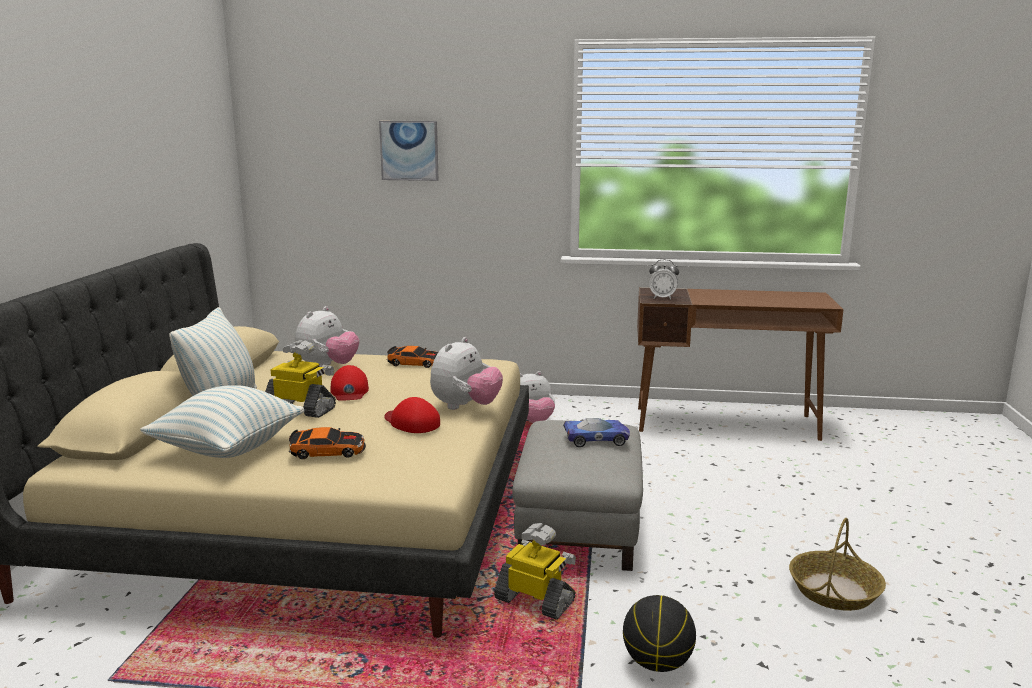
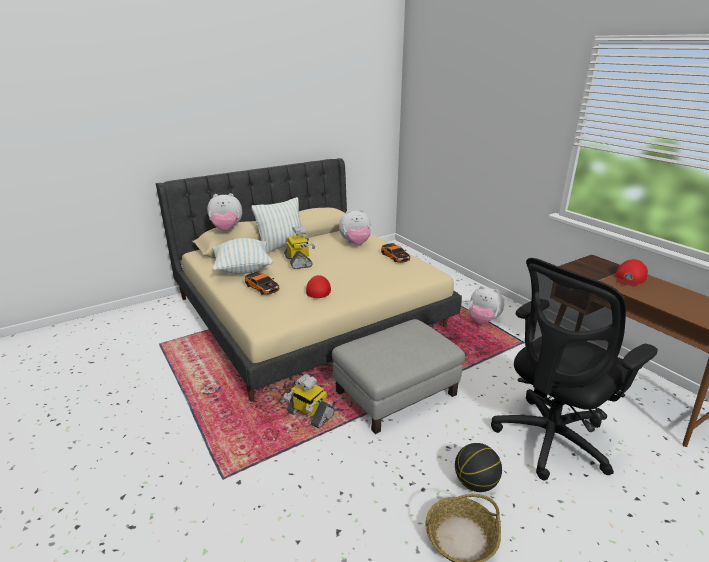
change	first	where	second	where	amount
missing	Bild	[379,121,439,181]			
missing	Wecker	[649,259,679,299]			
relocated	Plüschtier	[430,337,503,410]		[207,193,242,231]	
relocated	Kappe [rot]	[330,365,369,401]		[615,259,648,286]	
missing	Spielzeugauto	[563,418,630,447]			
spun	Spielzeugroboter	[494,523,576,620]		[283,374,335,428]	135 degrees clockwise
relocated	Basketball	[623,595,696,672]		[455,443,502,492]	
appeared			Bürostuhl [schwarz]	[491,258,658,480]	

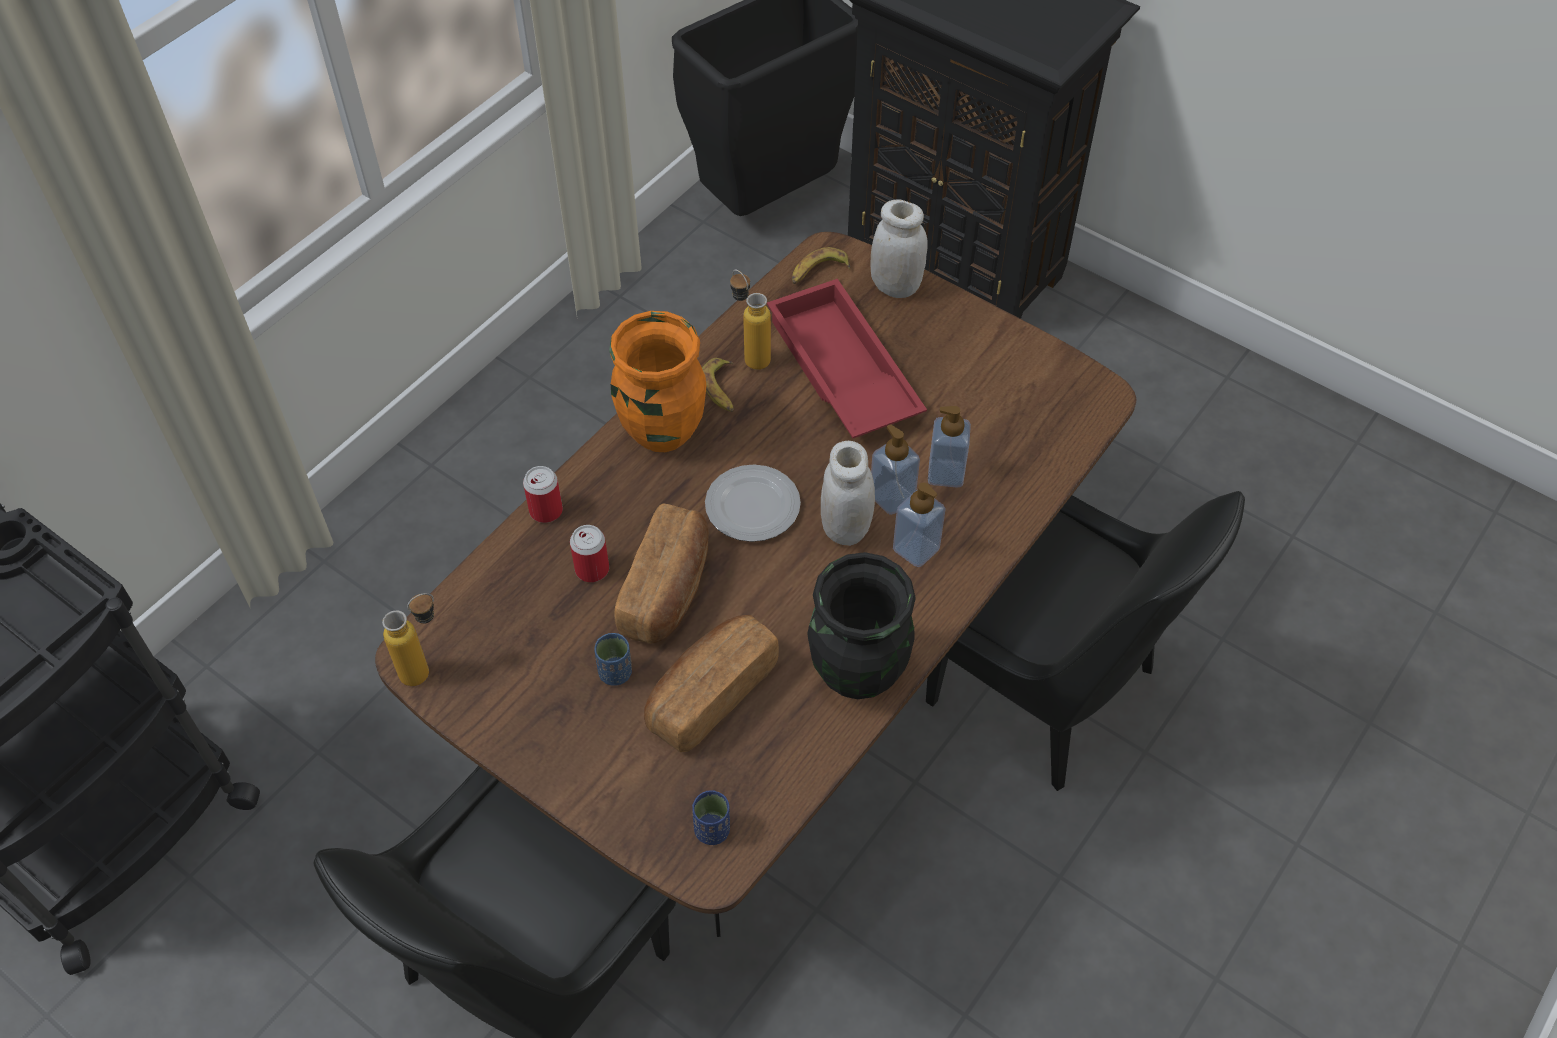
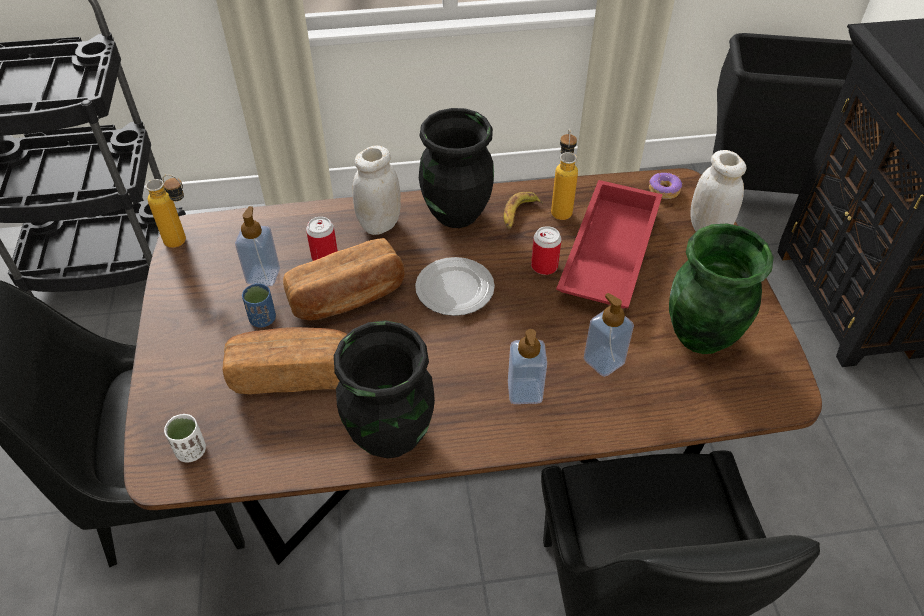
change	first	where	second	where	amount
exchanged	Banane	[792,247,851,284]	Donut	[649,172,682,199]	
colour	Vase [orange]	[609,311,706,452]	Vase [schwarz]	[419,108,494,228]	
relocated	Seifenspender	[871,424,920,515]		[235,206,280,286]	
relocated	Vorratsglas [weiß]	[821,441,875,546]		[353,146,401,235]	
relocated	Dose	[523,466,563,523]		[531,226,562,275]	
colour	Tasse [blau]	[692,790,730,845]	Tasse [weiß]	[164,414,206,462]	
appeared			Vase [grün]	[669,224,774,354]	

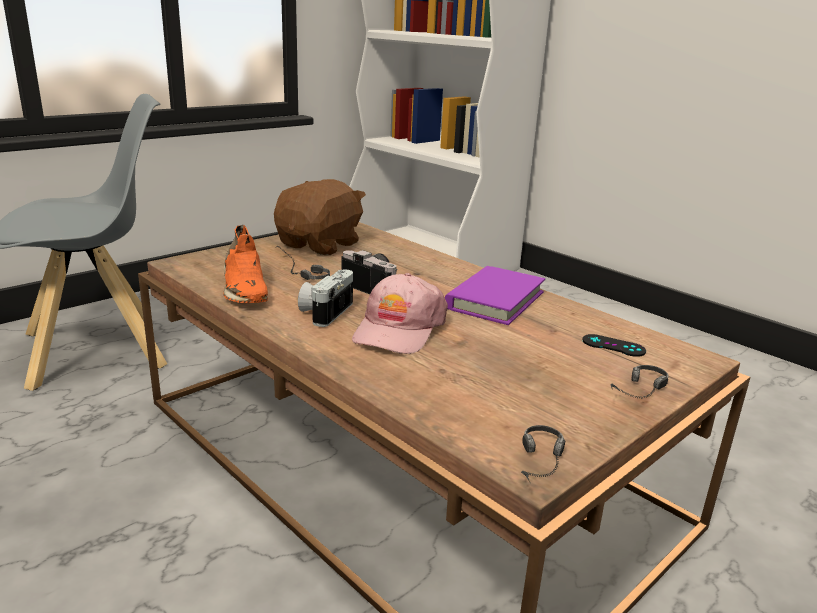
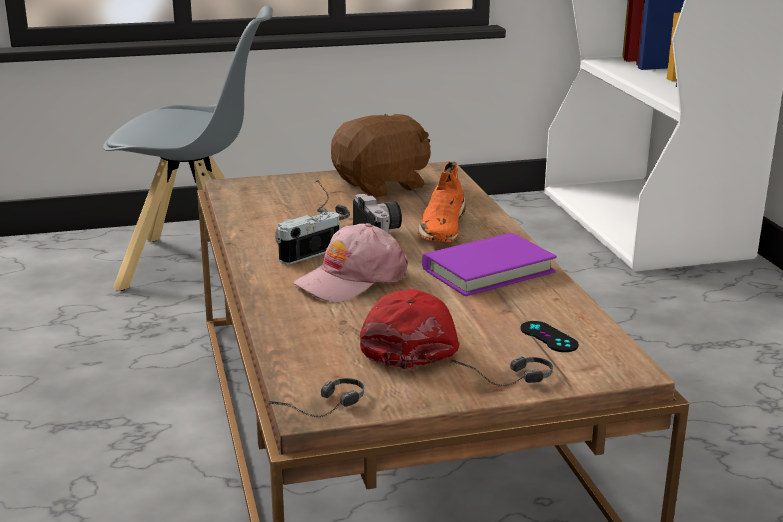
change	first	where	second	where	amount
relocated	Schuh [orange]	[224,225,268,303]		[417,162,466,242]	
appeared			Kappe [rot]	[360,289,459,370]	

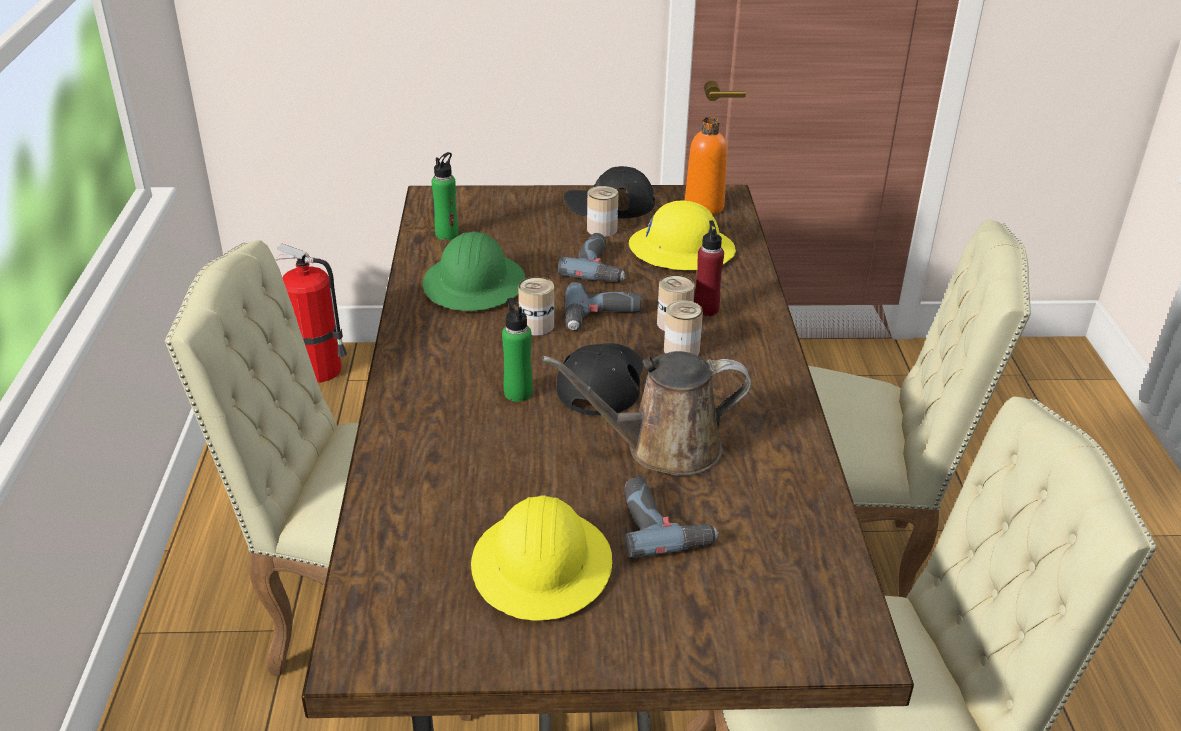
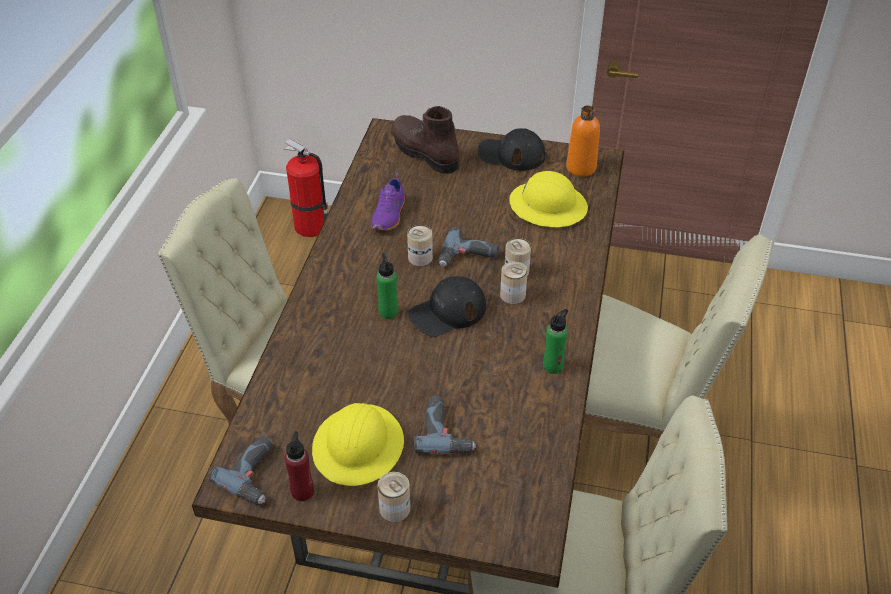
change	first	where	second	where	amount
relocated	Flasche [grün]	[432,152,458,240]		[543,309,568,374]	
relocated	Dose	[587,186,619,237]		[377,472,411,522]	
relocated	Flasche [rot]	[694,220,724,316]		[284,431,314,501]	
exchanged	Schutzhelm [grün]	[423,232,525,311]	Schuh [lila]	[371,173,405,230]	
relocated	Bohrmaschine	[558,233,626,283]		[209,436,272,505]	
spun	Kappe [schwarz]	[557,343,643,416]		[408,276,486,337]	150 degrees counterclockwise
missing	Gießkanne [braun]	[542,351,751,476]			
appeared			Stiefel [braun]	[392,106,459,174]	

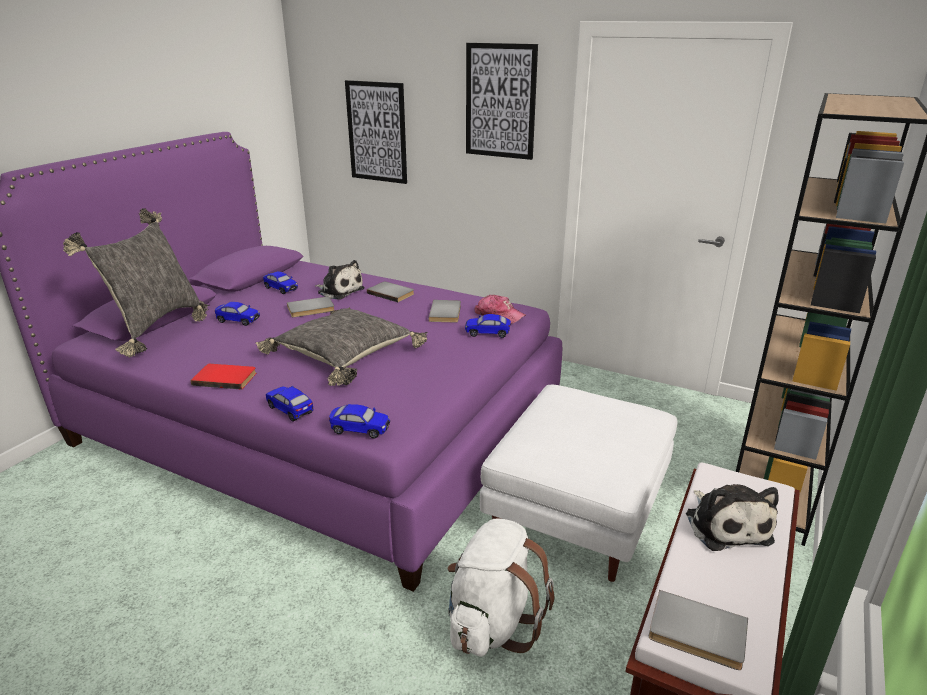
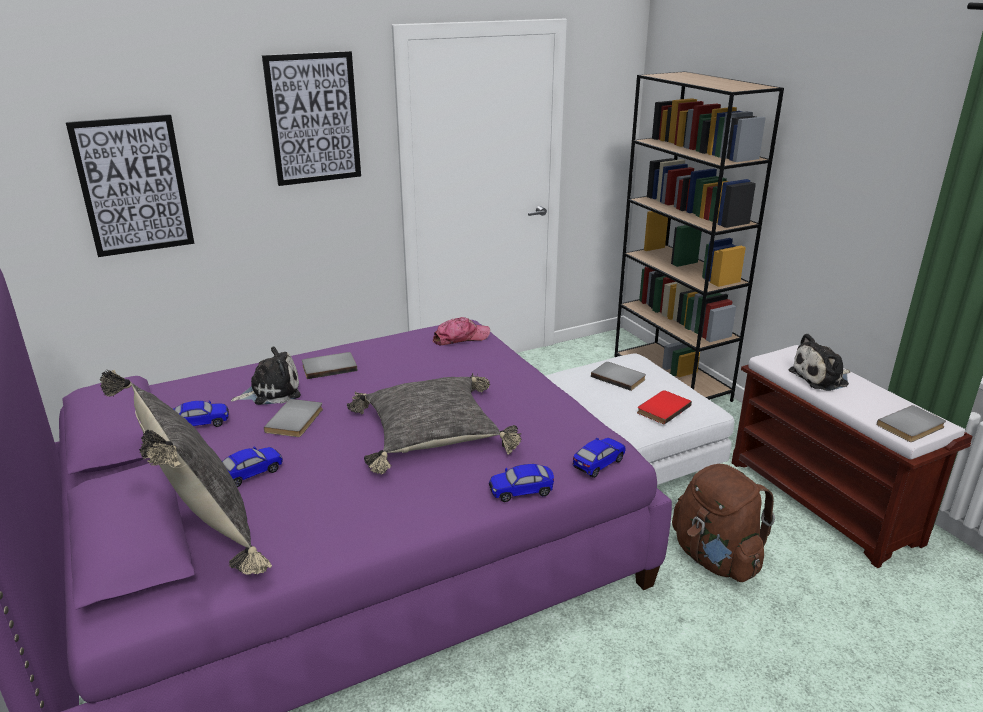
change	first	where	second	where	amount
relocated	Buch [grau]	[428,300,461,323]		[591,362,646,391]	
missing	Spielzeugauto	[465,314,511,338]			
relocated	Buch [rot]	[191,364,256,390]		[637,390,692,425]	
spun	Plüschtier	[686,484,779,551]		[788,333,850,391]	135 degrees clockwise
colour	Rucksack [weiß]	[447,518,554,657]	Rucksack [braun]	[672,464,775,582]	

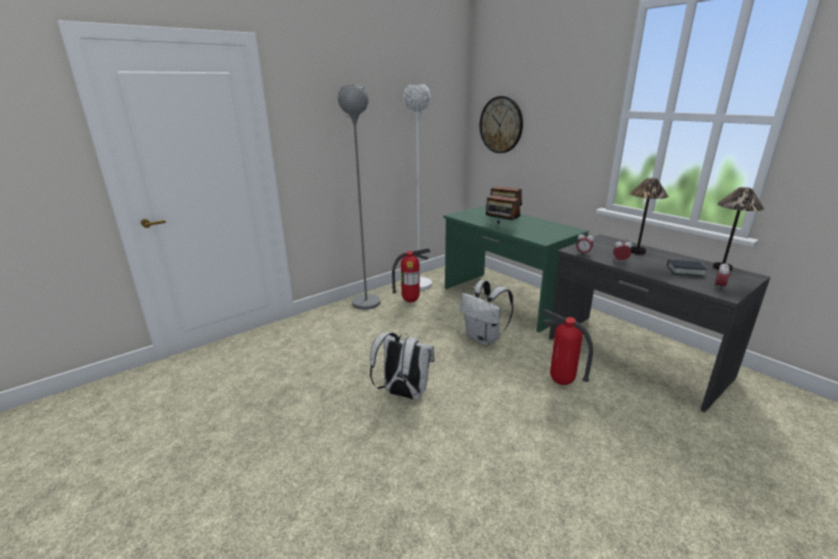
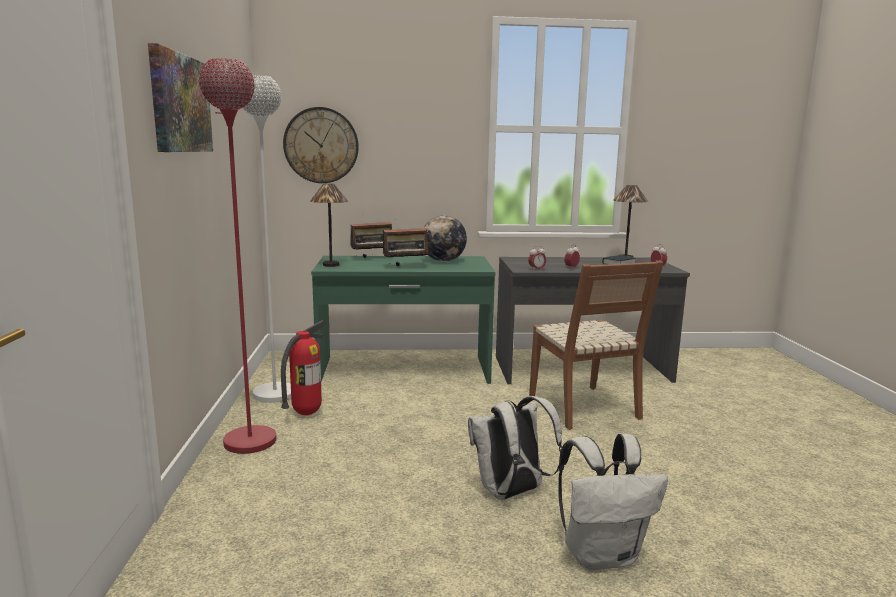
change	first	where	second	where	amount
colour	Stehlampe [grau]	[338,85,381,310]	Stehlampe [rot]	[199,58,277,454]	
relocated	Tischlampe	[630,178,669,254]		[310,183,348,267]	
relocated	Rucksack [weiß]	[460,280,513,345]		[558,434,668,570]	
exchanged	Feuerlöscher	[541,309,593,385]	Stuhl	[529,260,663,430]	
appeared			Bild	[148,43,213,152]	
appeared			Globus	[423,215,467,262]	

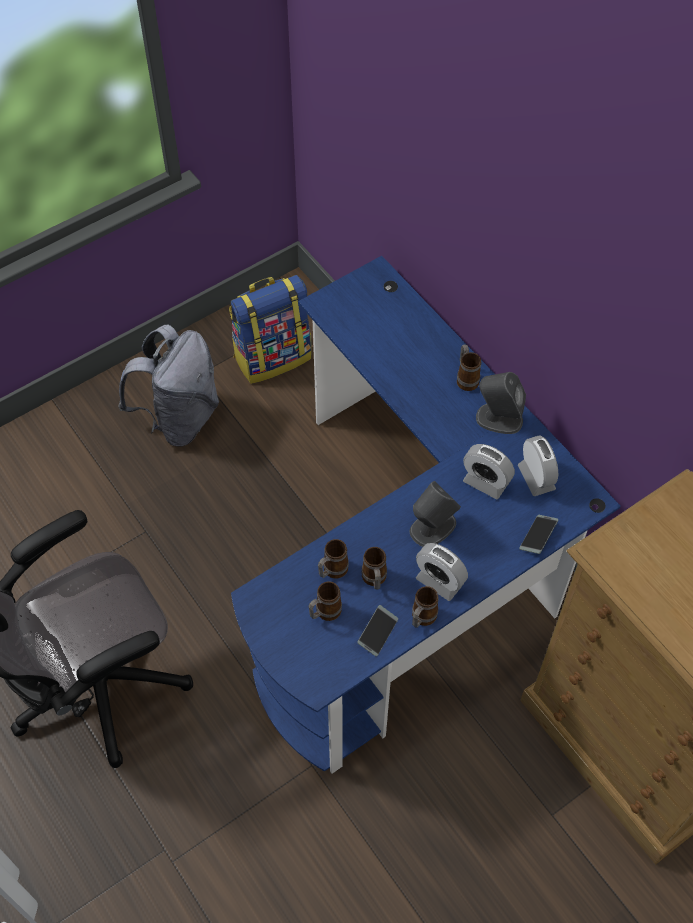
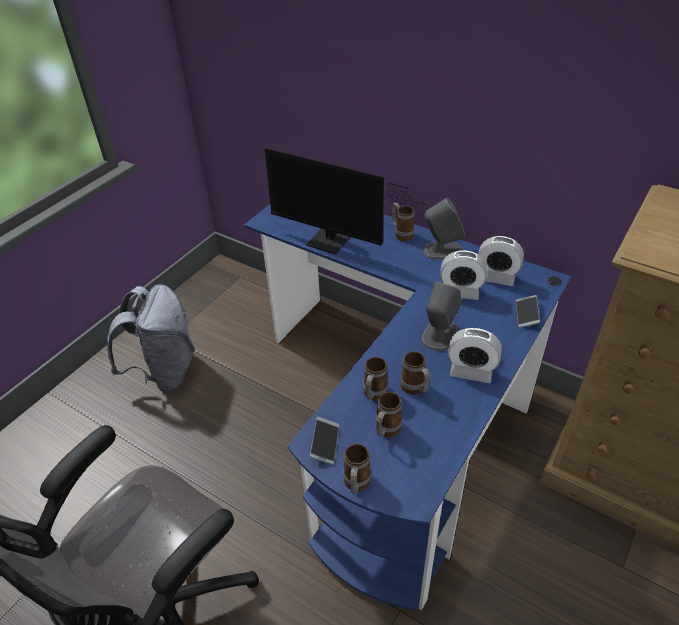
change	first	where	second	where	amount
missing	Rucksack	[229,275,312,384]			
spun	Wecker	[518,435,558,496]		[478,236,524,286]	150 degrees clockwise
relocated	Henkelbecher	[412,586,438,628]		[343,444,371,494]	
relocated	Handy	[357,605,398,656]		[310,417,339,465]	
appeared			Monitor	[265,148,424,254]	

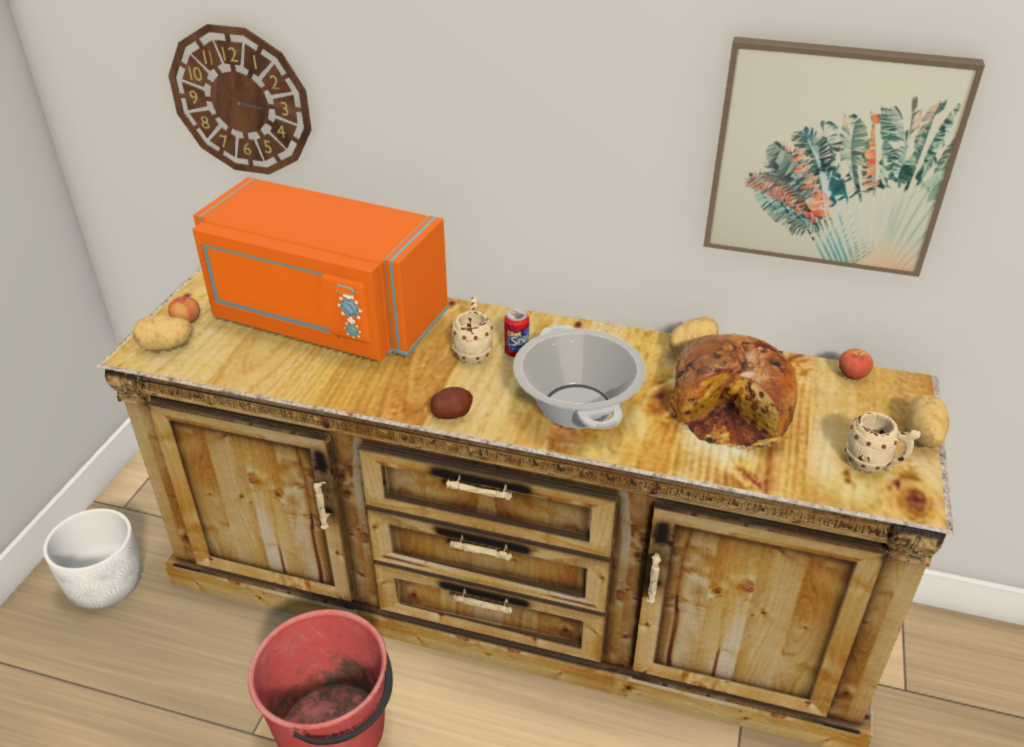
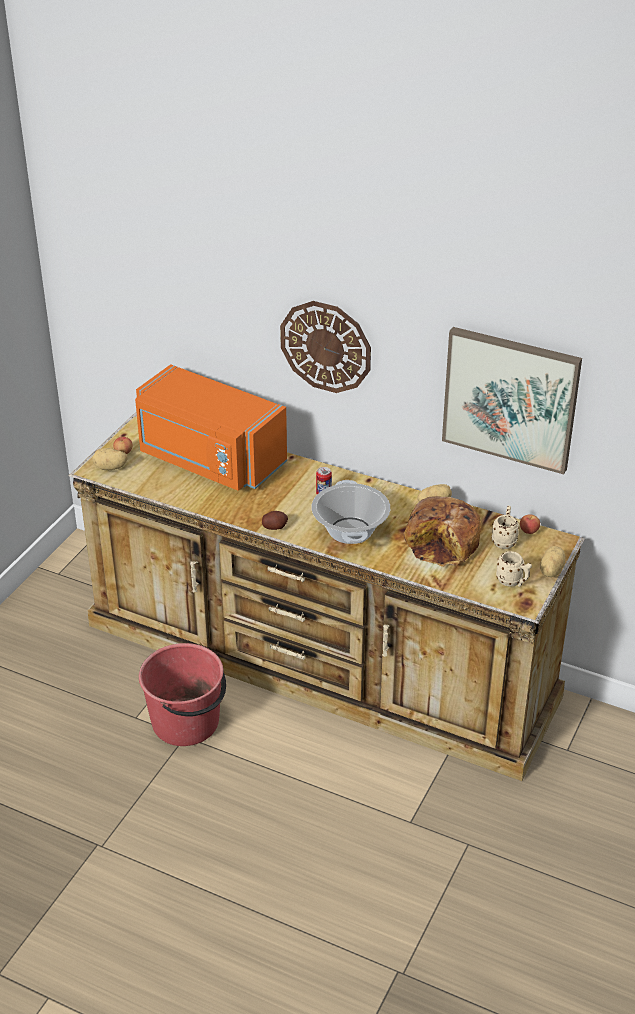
change	first	where	second	where	amount
relocated	Wanduhr	[168,24,311,174]		[280,301,371,393]	
relocated	Henkelbecher [beige]	[451,297,493,363]		[491,506,519,549]	
missing	Pflanzkübel [weiß]	[43,508,141,609]			

